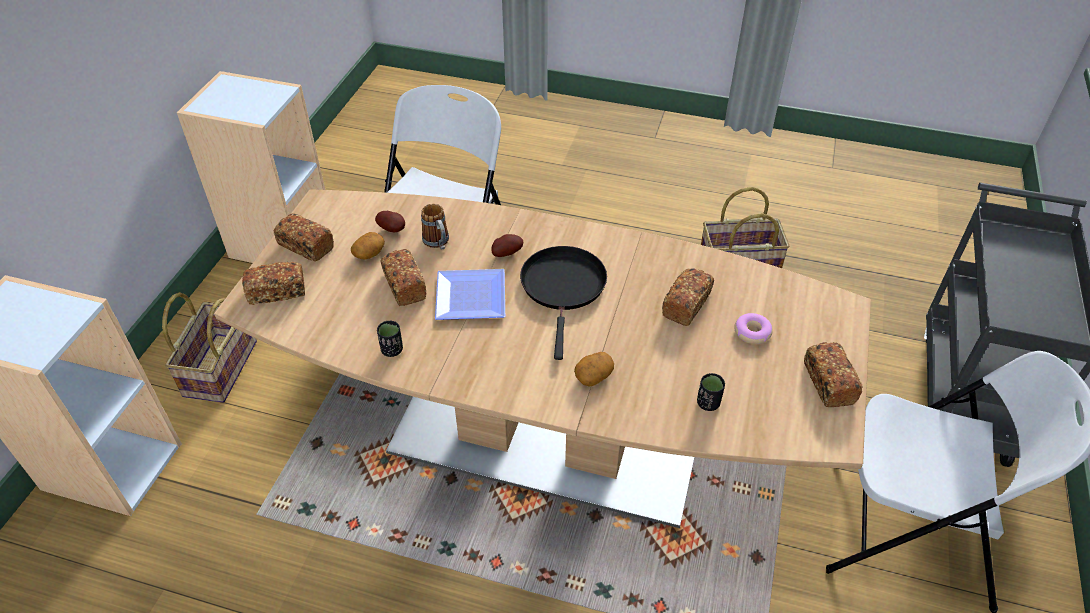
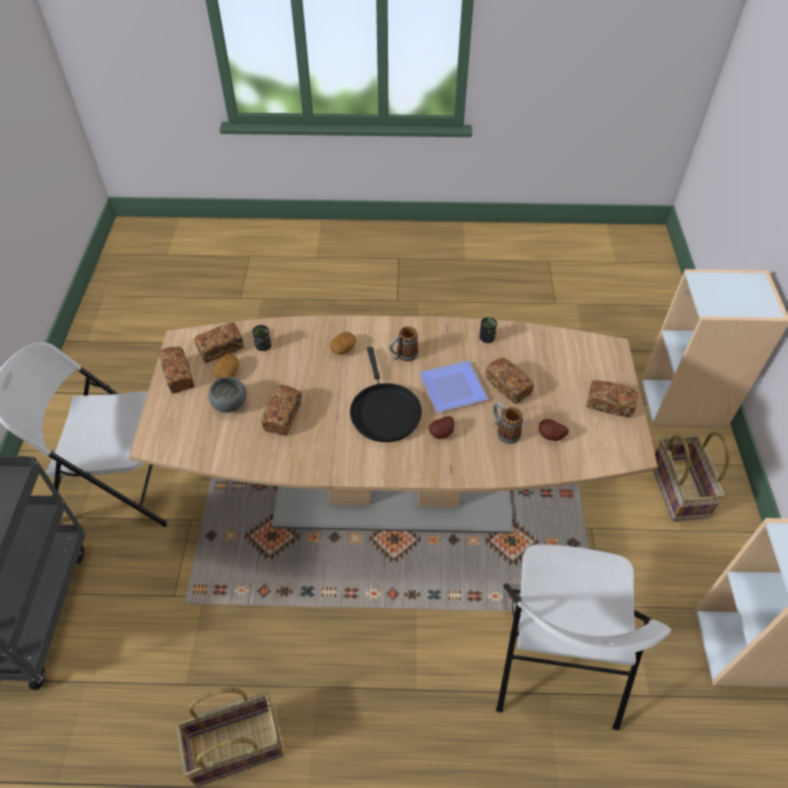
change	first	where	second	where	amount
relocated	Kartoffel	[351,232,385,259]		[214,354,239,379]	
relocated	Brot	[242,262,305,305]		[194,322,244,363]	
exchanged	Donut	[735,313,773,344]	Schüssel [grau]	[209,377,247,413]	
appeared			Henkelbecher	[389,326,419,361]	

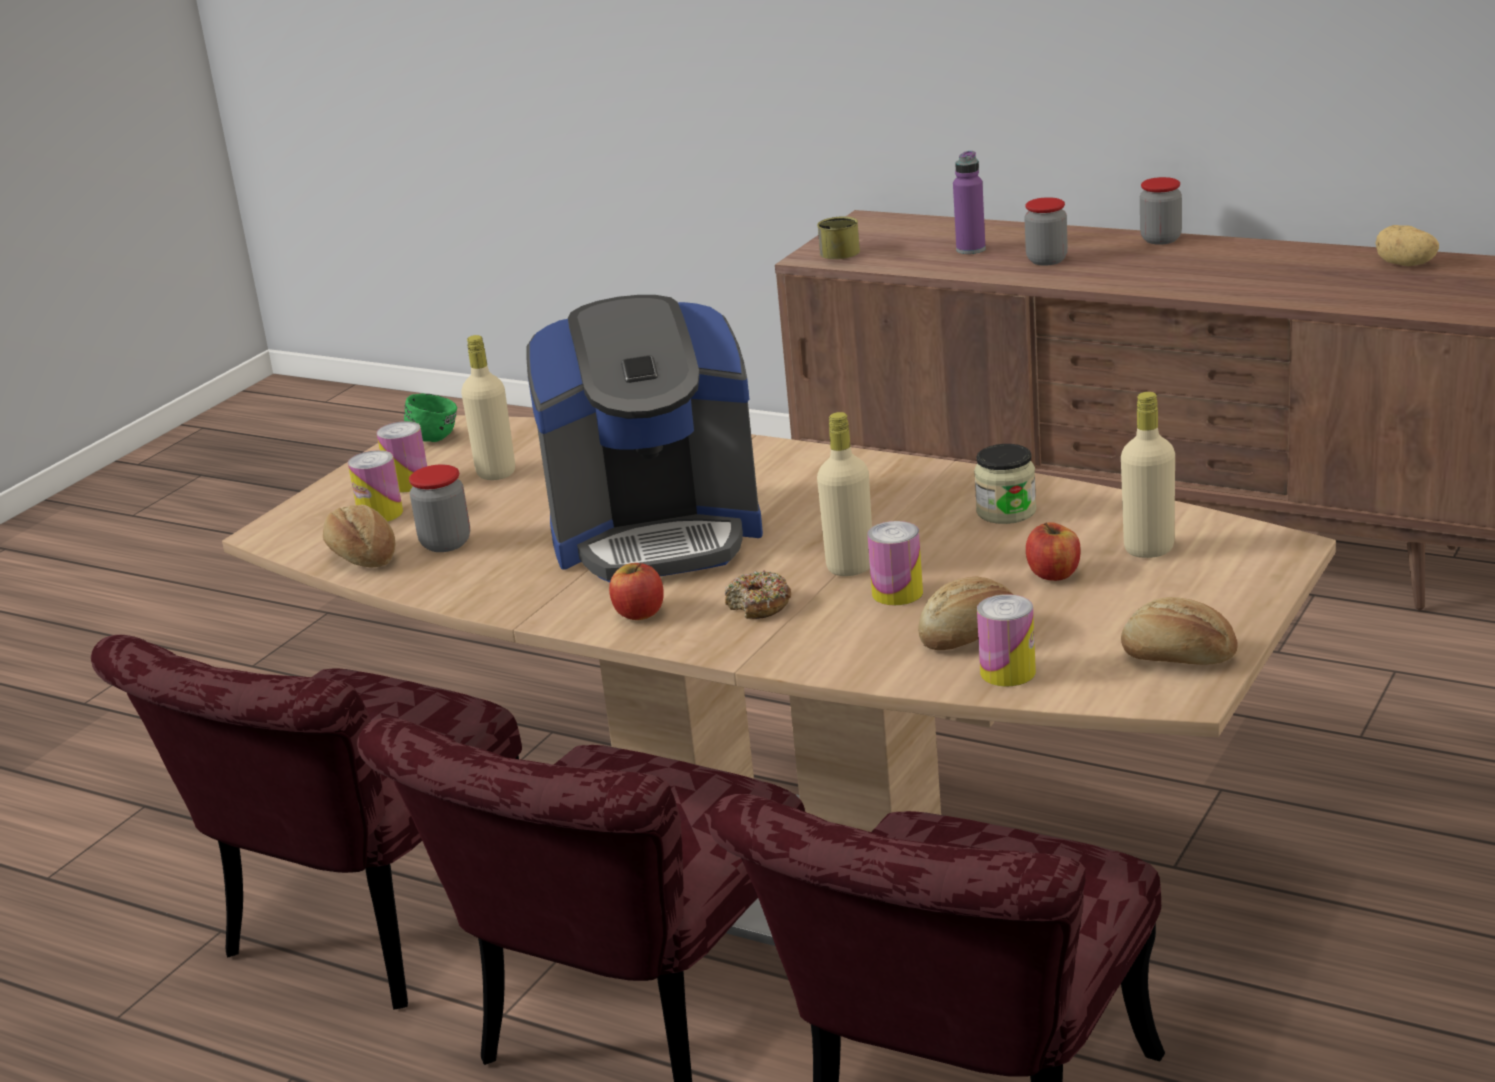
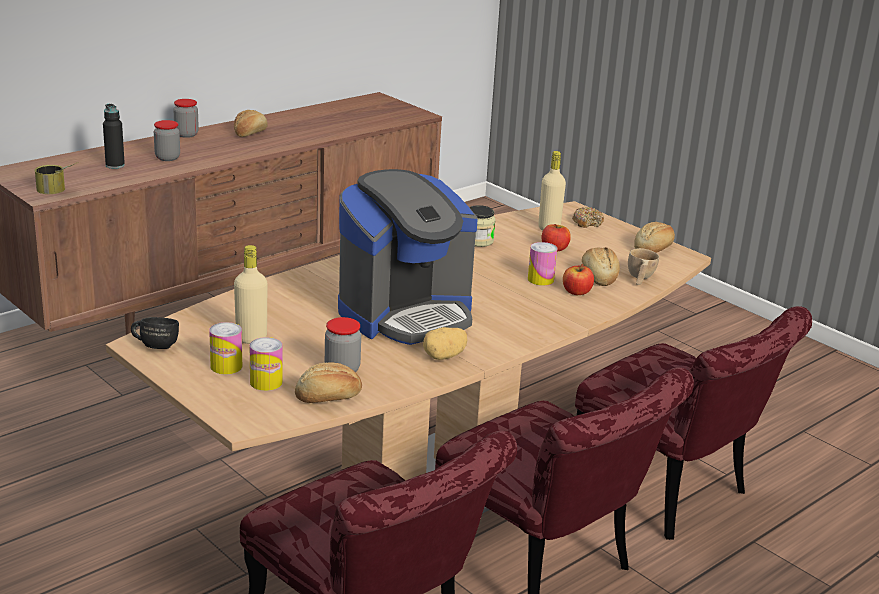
change	first	where	second	where	amount
colour	Flasche [lila]	[953,151,986,254]	Flasche [schwarz]	[103,104,125,169]	
relocated	Kartoffel	[1375,225,1439,266]		[423,327,467,360]	
spun	Kaffeemaschine	[527,295,763,582]		[338,169,478,345]	45 degrees clockwise
colour	Henkelbecher [grün]	[404,393,457,442]	Henkelbecher [schwarz]	[131,317,179,349]	
missing	Flasche [beige]	[817,412,872,576]			
relocated	Apfel	[609,563,664,620]		[563,264,594,295]	
relocated	Donut	[725,570,791,619]		[572,207,604,228]	
exchanged	Dose	[977,594,1036,686]	Tasse [beige]	[628,248,659,285]	
appeared			Brot	[234,110,268,137]	

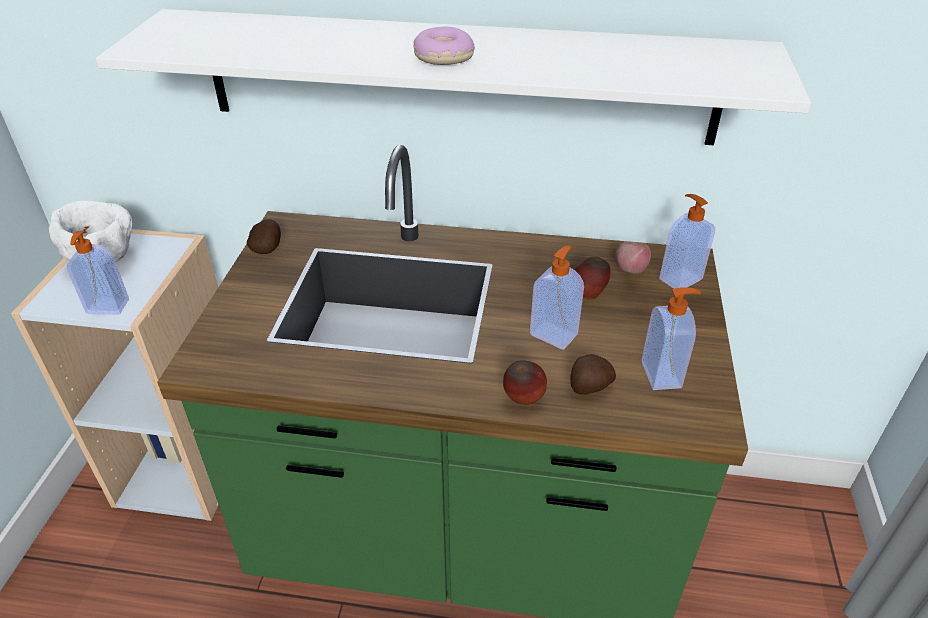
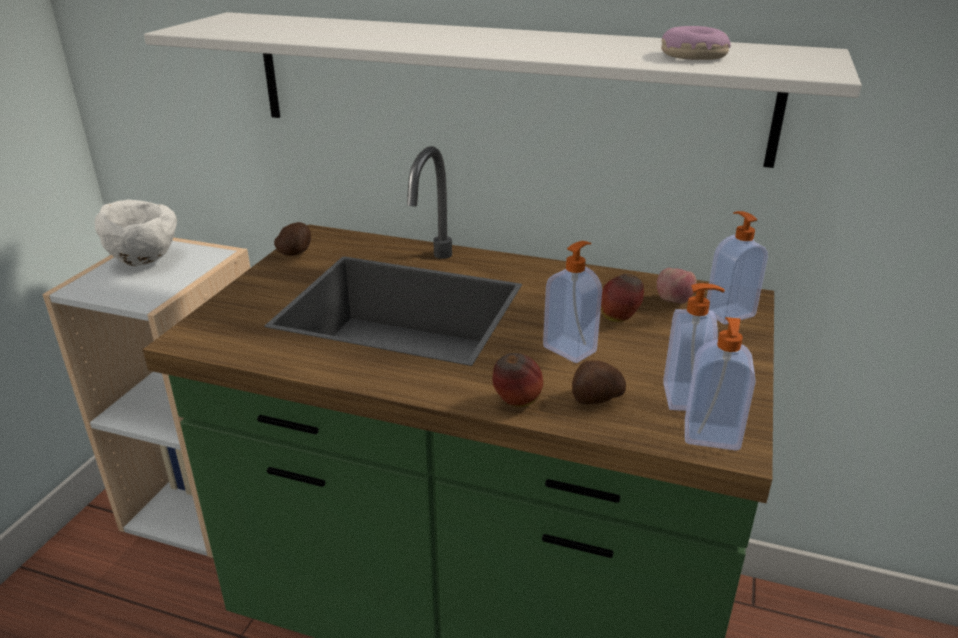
change	first	where	second	where	amount
relocated	Donut	[413,27,475,65]		[661,26,731,60]	
relocated	Seifenspender	[67,231,129,315]		[685,317,756,451]	

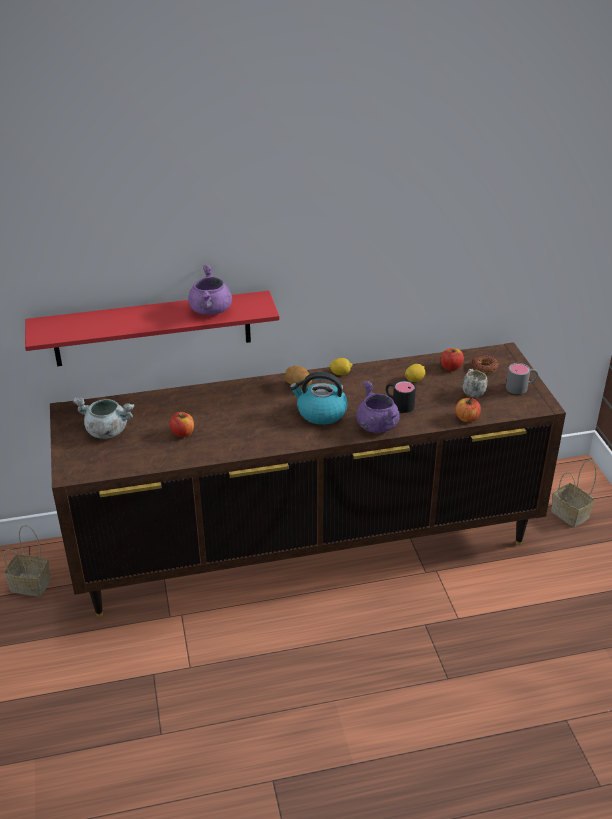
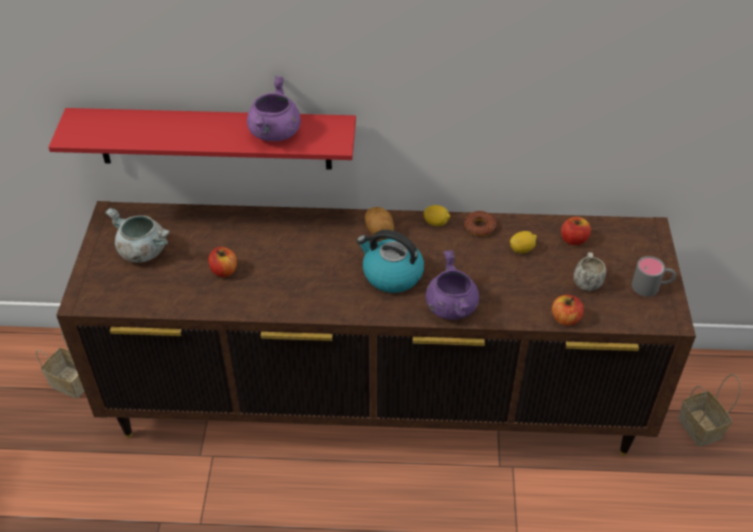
change	first	where	second	where	amount
relocated	Donut	[472,355,499,373]		[464,211,497,236]	
missing	Henkelbecher [schwarz]	[386,380,416,413]			

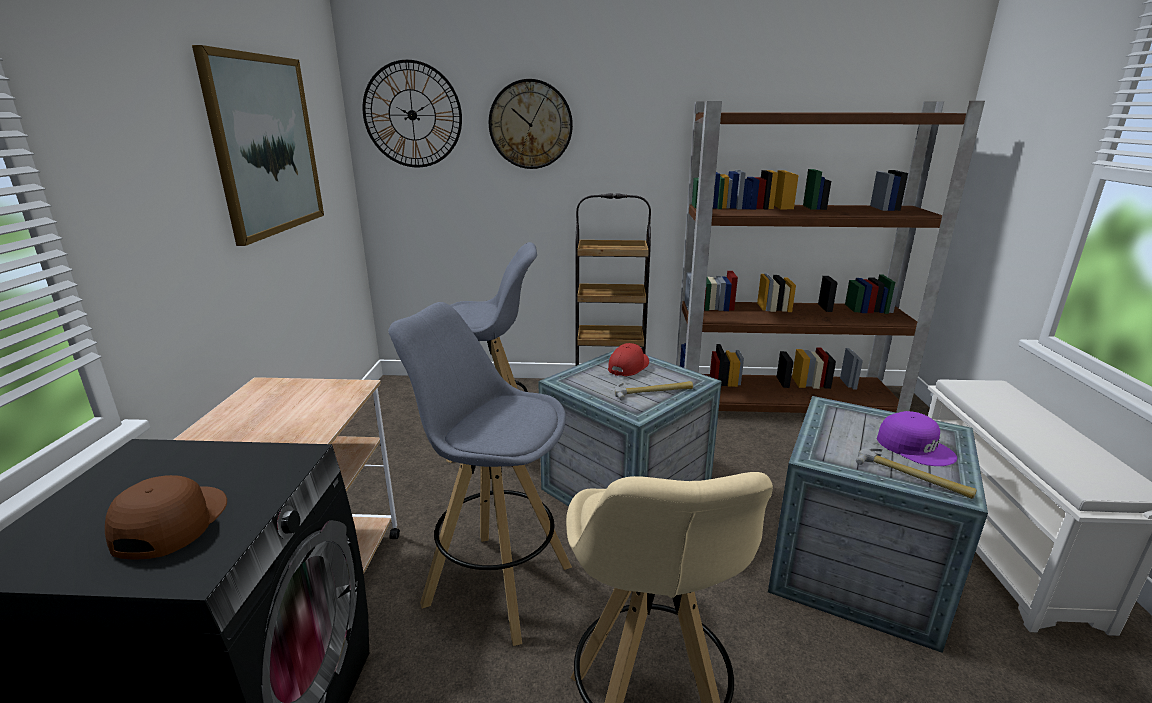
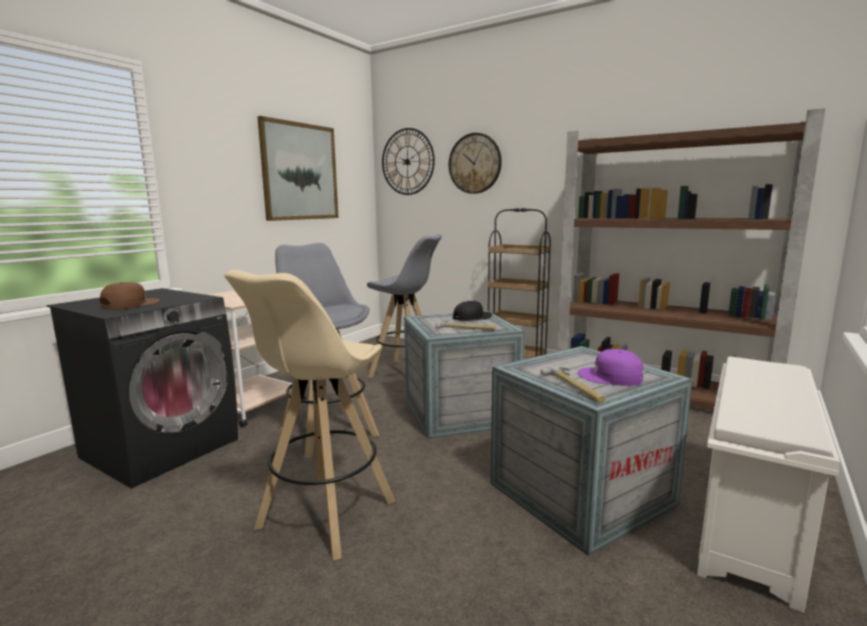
change	first	where	second	where	amount
colour	Kappe [rot]	[608,343,649,376]	Kappe [schwarz]	[453,301,492,321]	
spun	Kappe [lila]	[877,411,957,466]		[578,349,644,386]	120 degrees clockwise

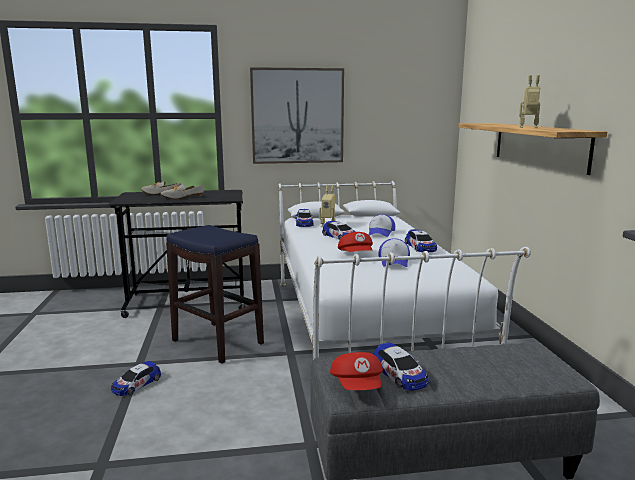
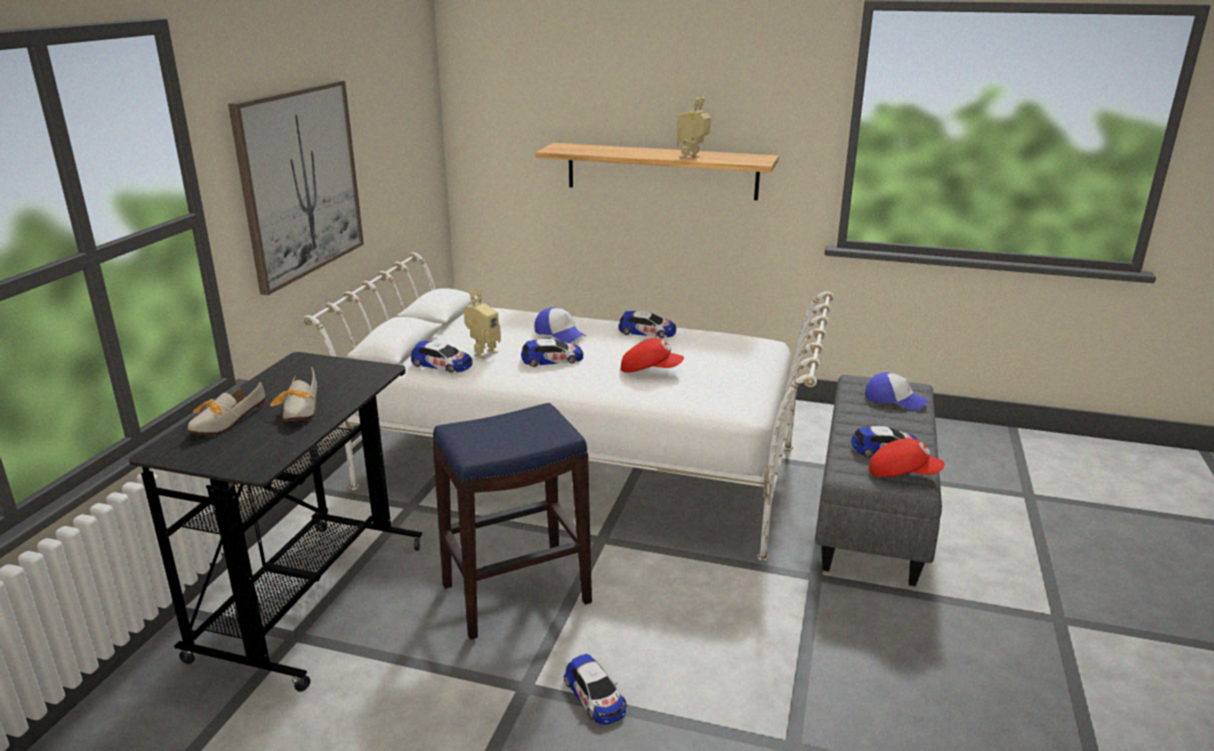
change	first	where	second	where	amount
relocated	Kappe	[378,238,410,267]		[865,372,928,410]	

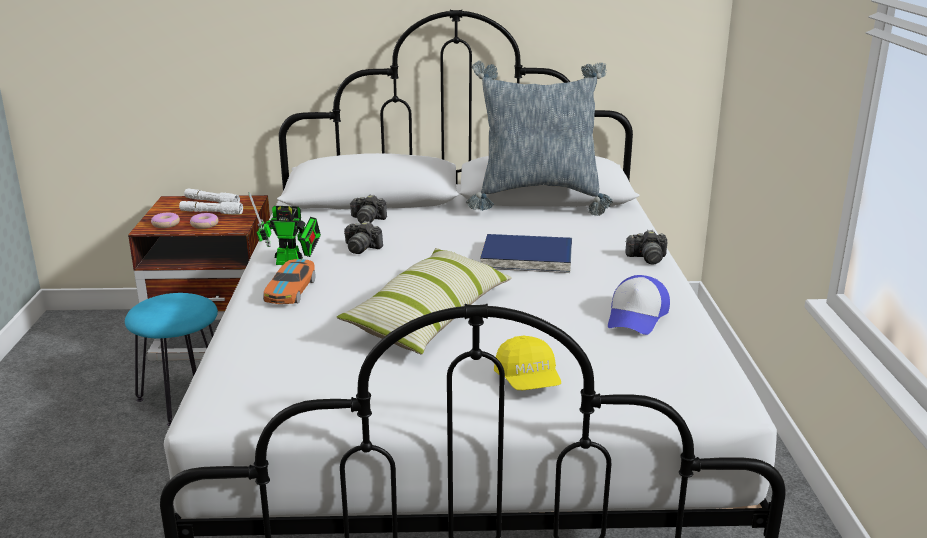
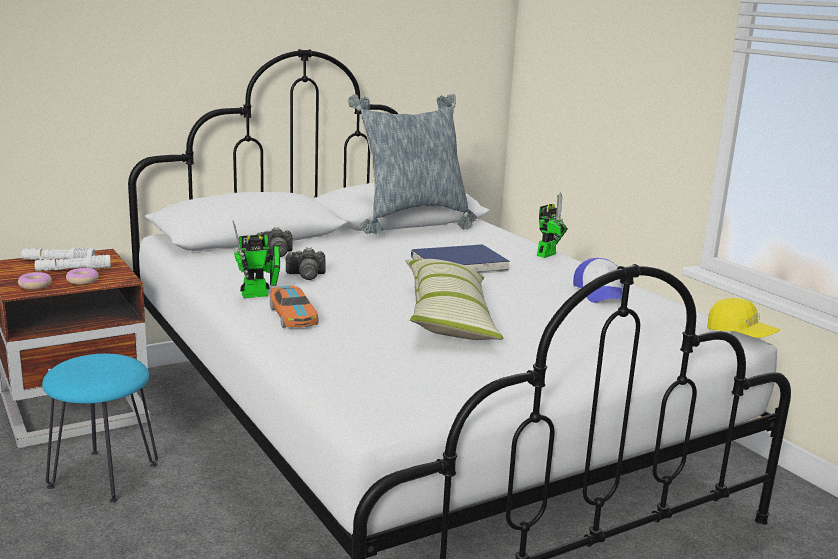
change	first	where	second	where	amount
exchanged	Kamera	[625,230,667,264]	Spielzeugroboter	[537,192,568,258]	
relocated	Kappe [gelb]	[494,335,561,390]		[707,298,781,338]	

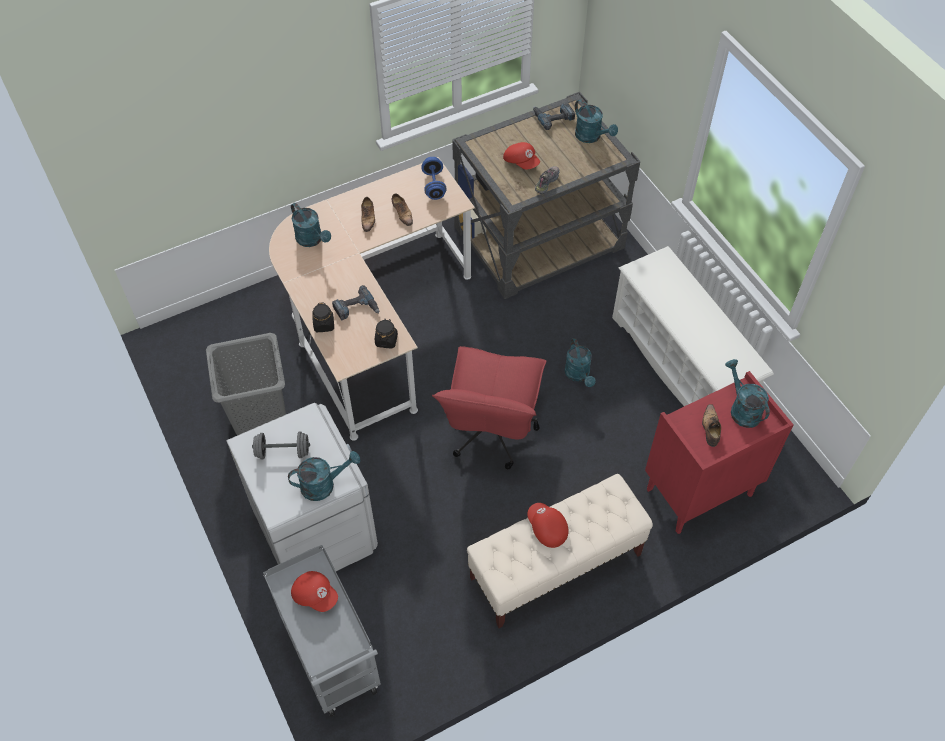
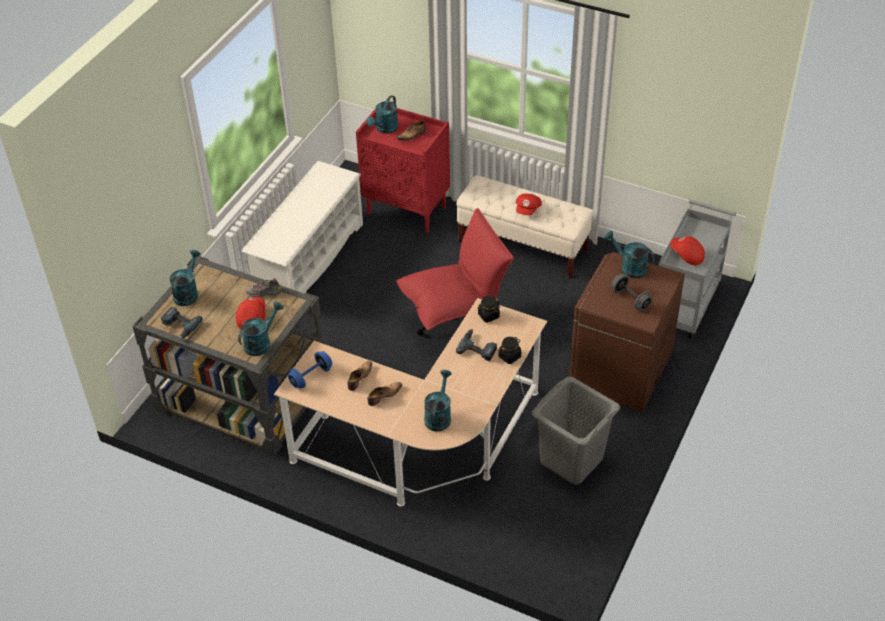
change	first	where	second	where	amount
relocated	Gießkanne [türkis]	[565,338,596,387]		[238,301,283,356]	
colour	Waschmaschine [weiß]	[226,403,378,571]	Waschmaschine [braun]	[569,252,685,412]	
spun	Kappe [rot]	[291,571,338,612]		[670,236,705,265]	45 degrees counterclockwise

